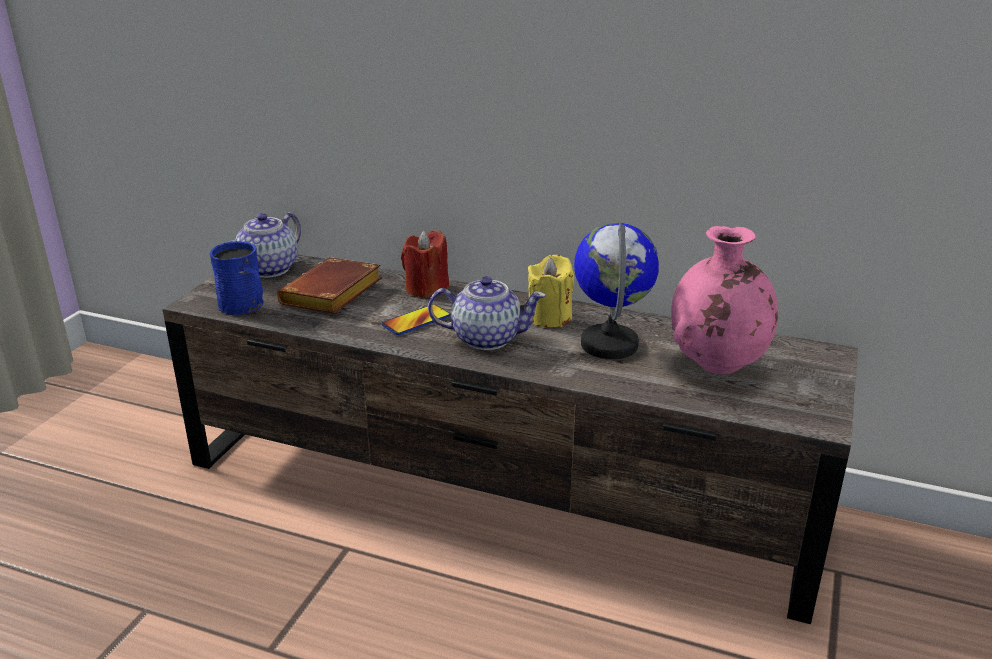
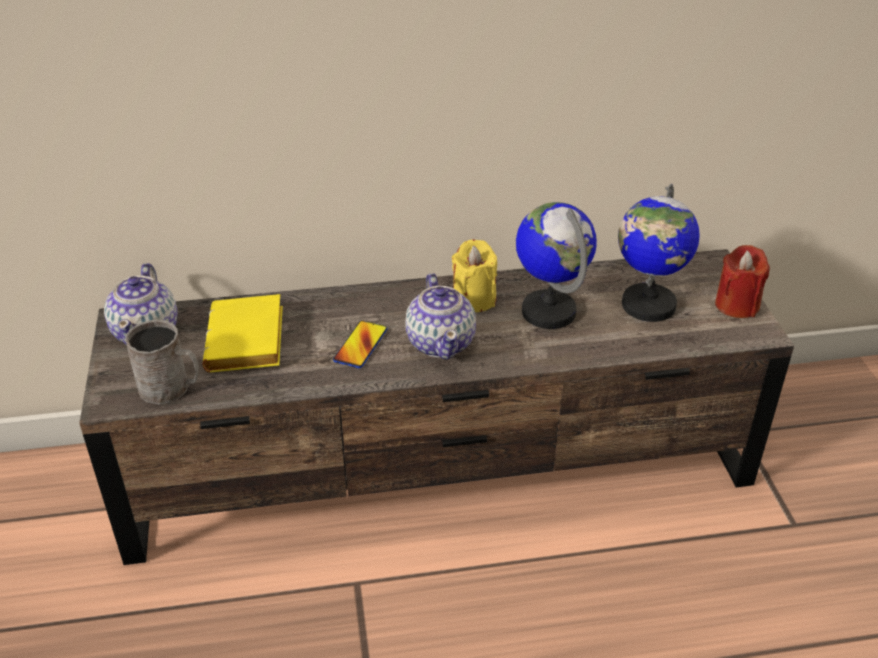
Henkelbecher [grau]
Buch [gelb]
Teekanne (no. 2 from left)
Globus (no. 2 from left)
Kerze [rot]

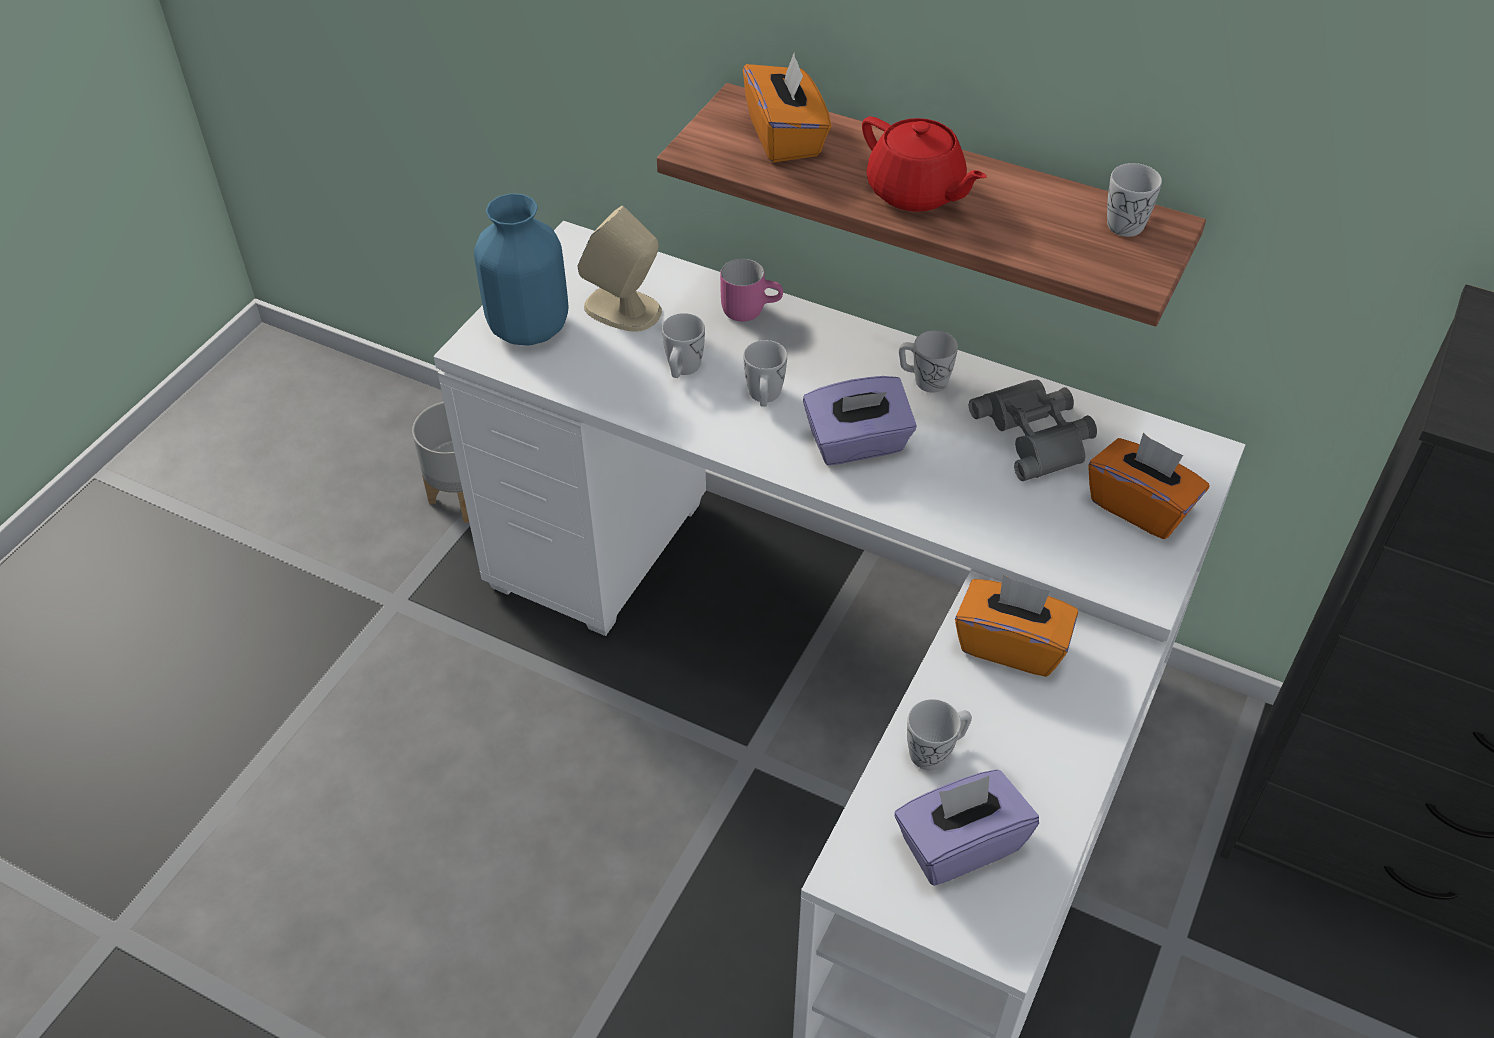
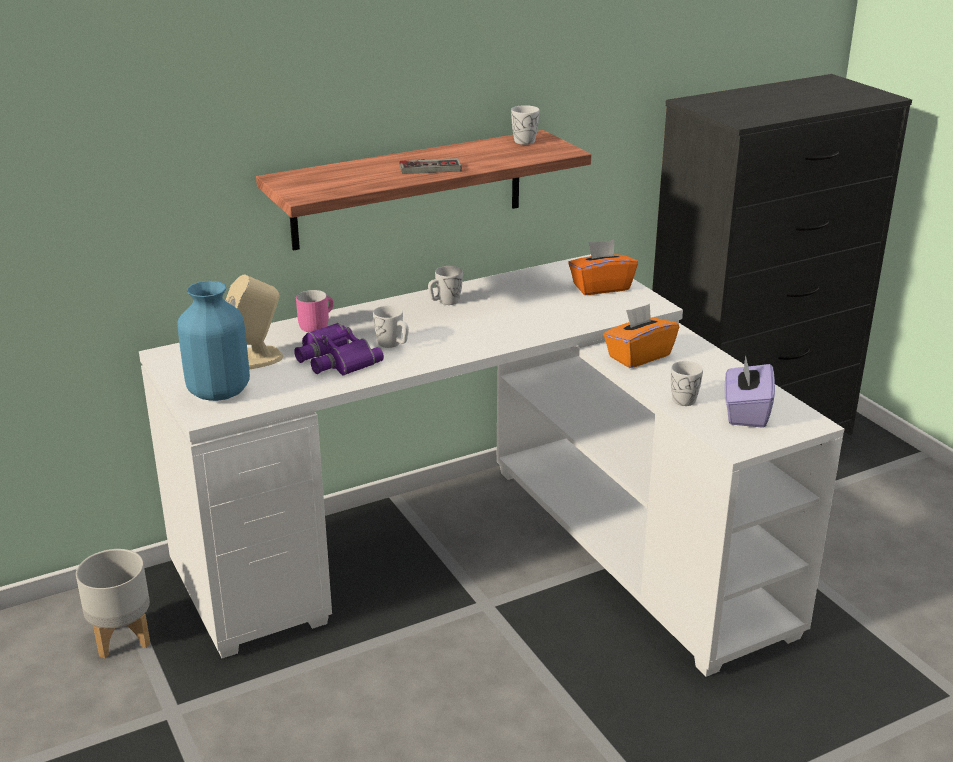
Fernglas [lila]
Gamepad
Taschentuchbox [orange] (no. 1 from left in the first image)
Taschentuchbox [lila] (no. 1 from left in the first image)
Fernglas [grau]

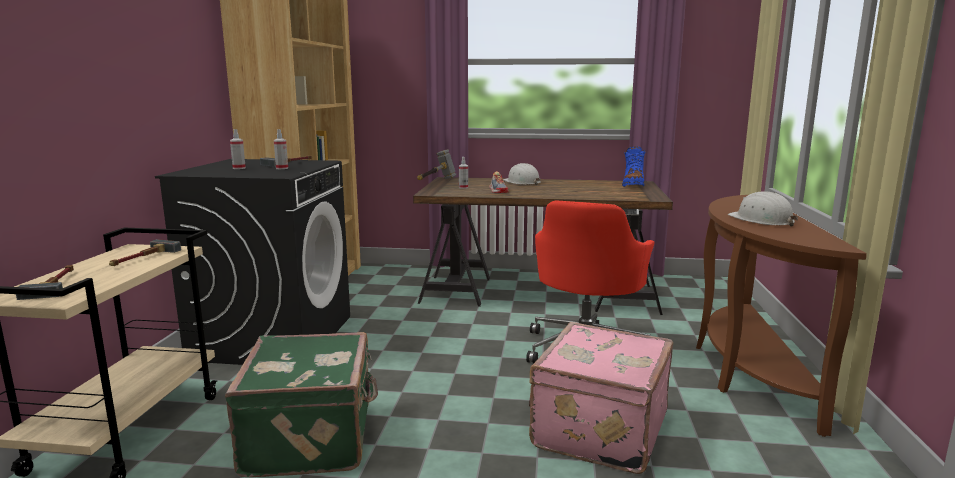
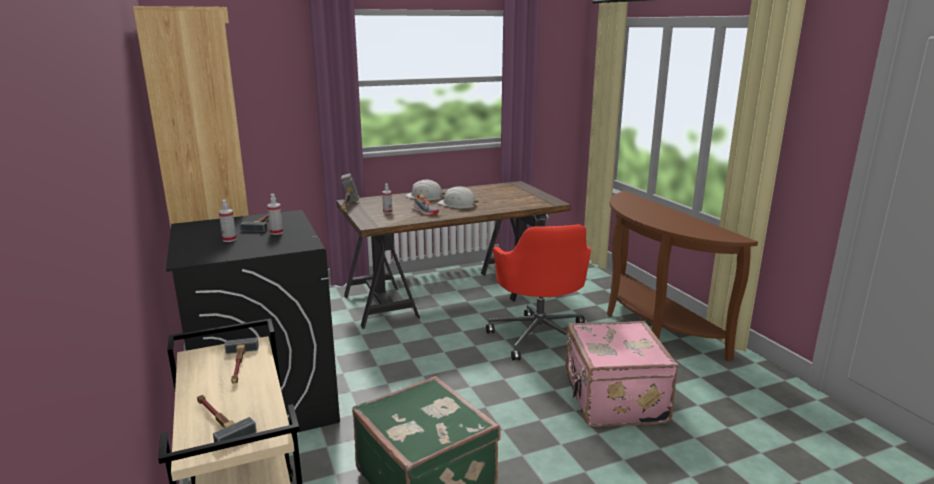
Schutzhelm [weiß] (no. 2 from left)
Stiefel [blau]

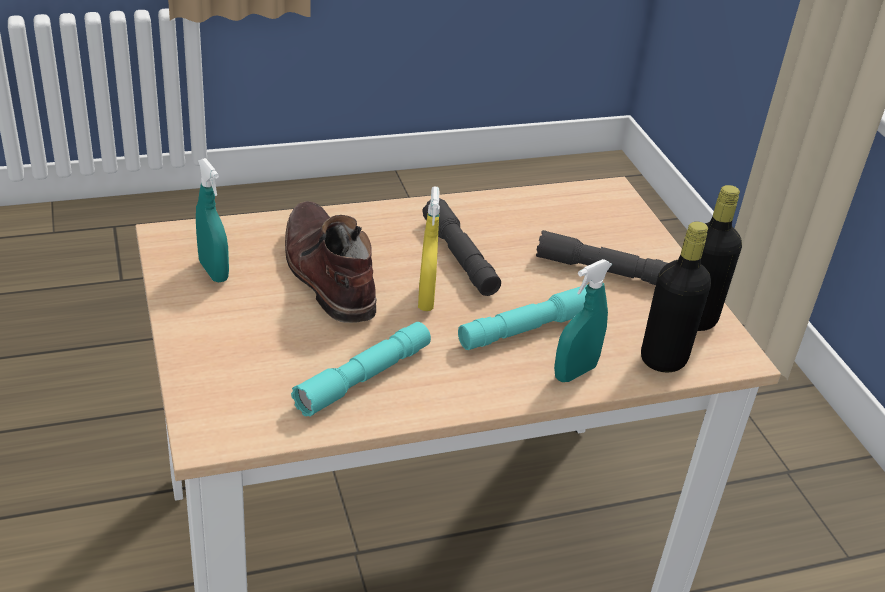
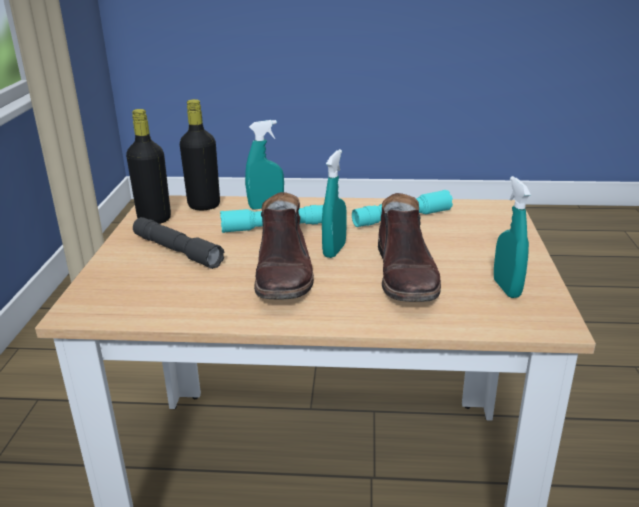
Stiefel [braun] (no. 1 from left)
Sprühflasche [türkis] (no. 2 from left)

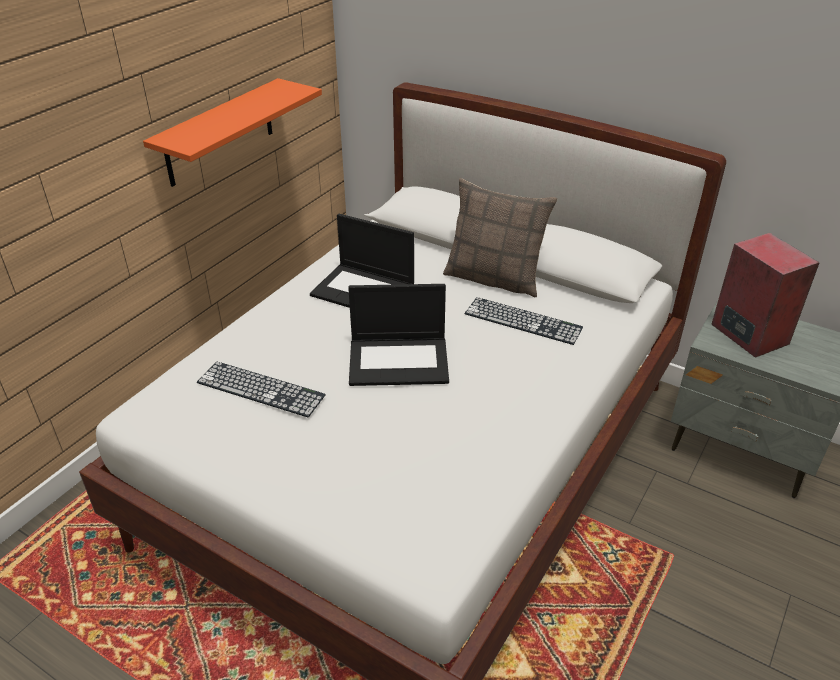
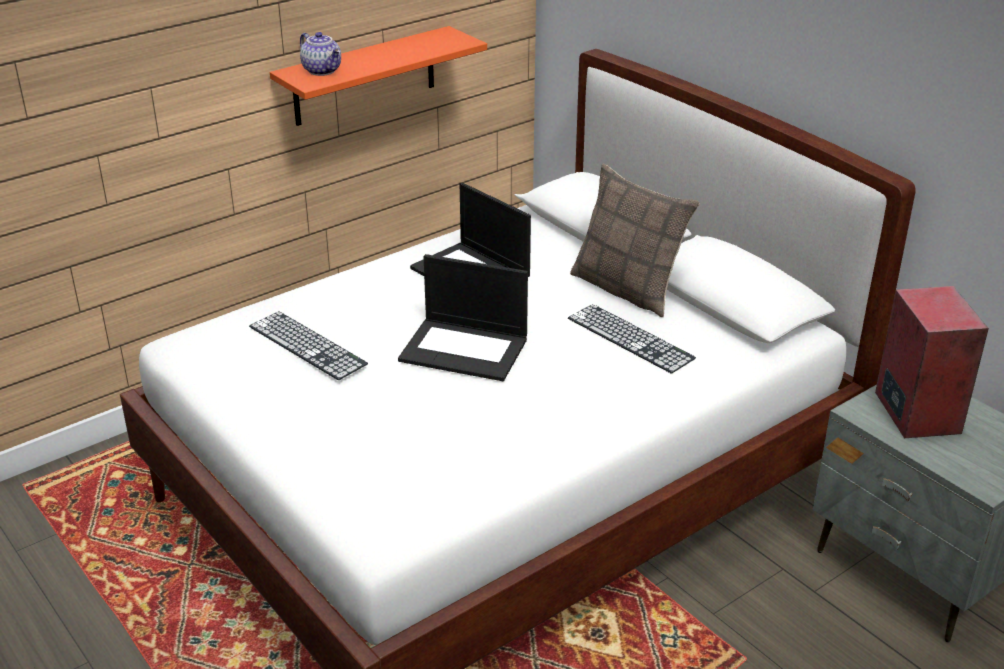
Teekanne

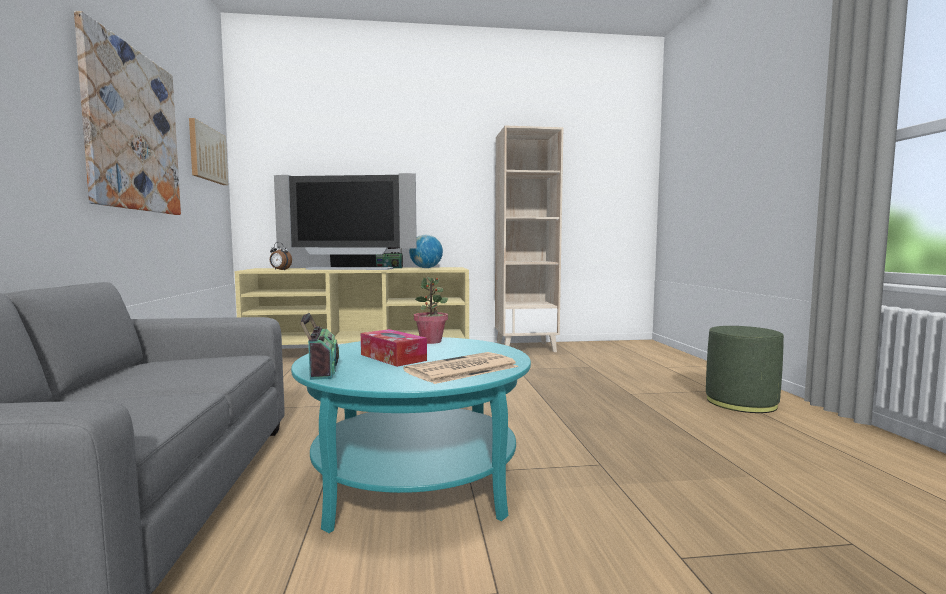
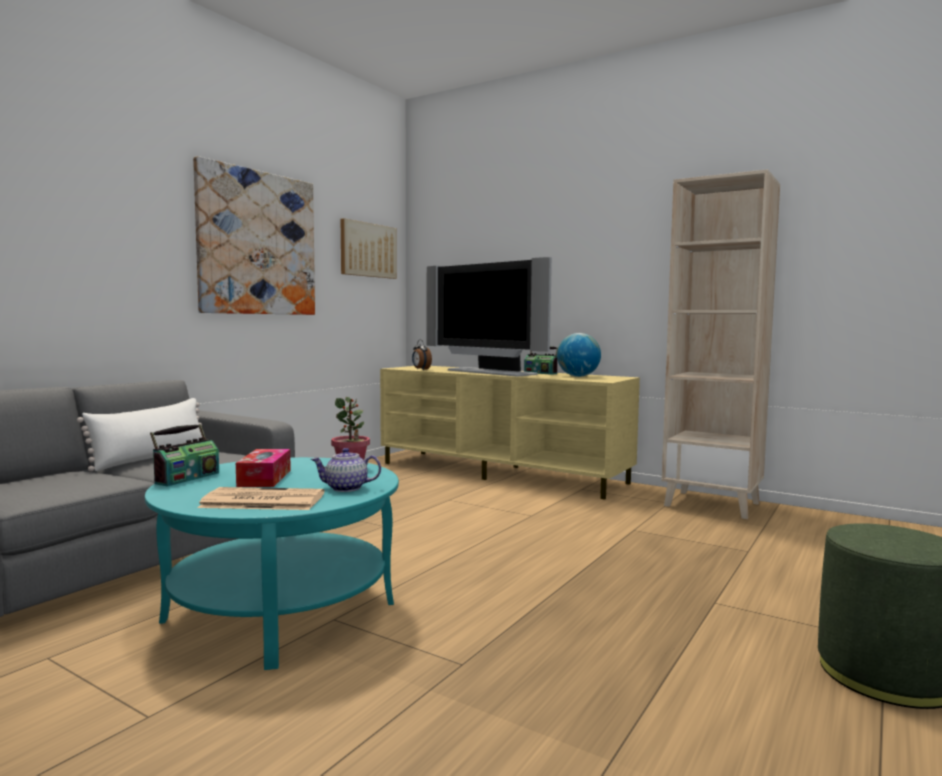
Kissen [weiß]
Teekanne

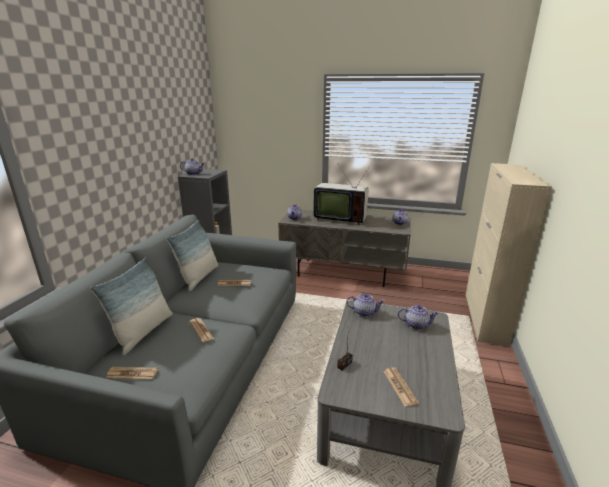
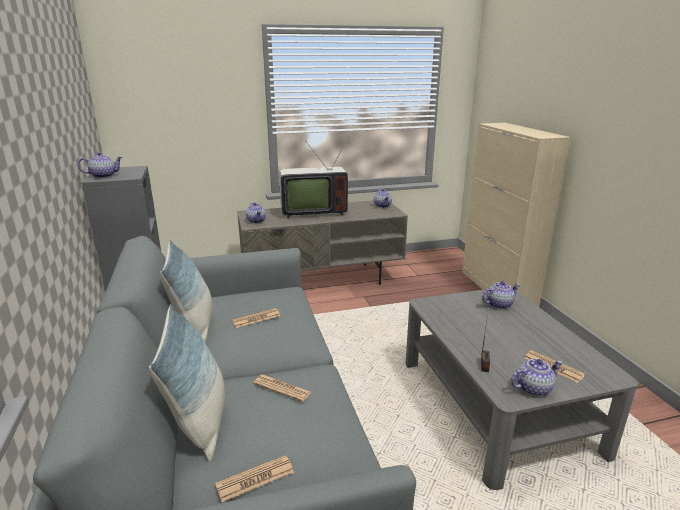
Teekanne (no. 5 from left)

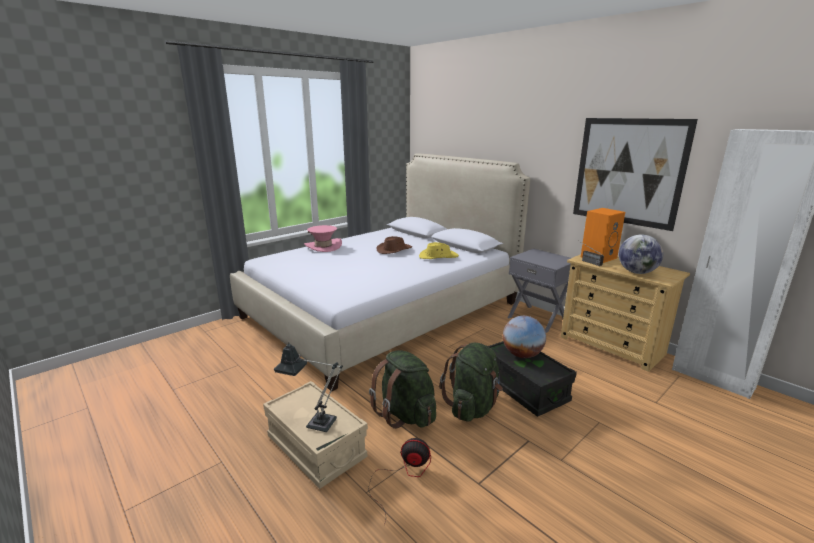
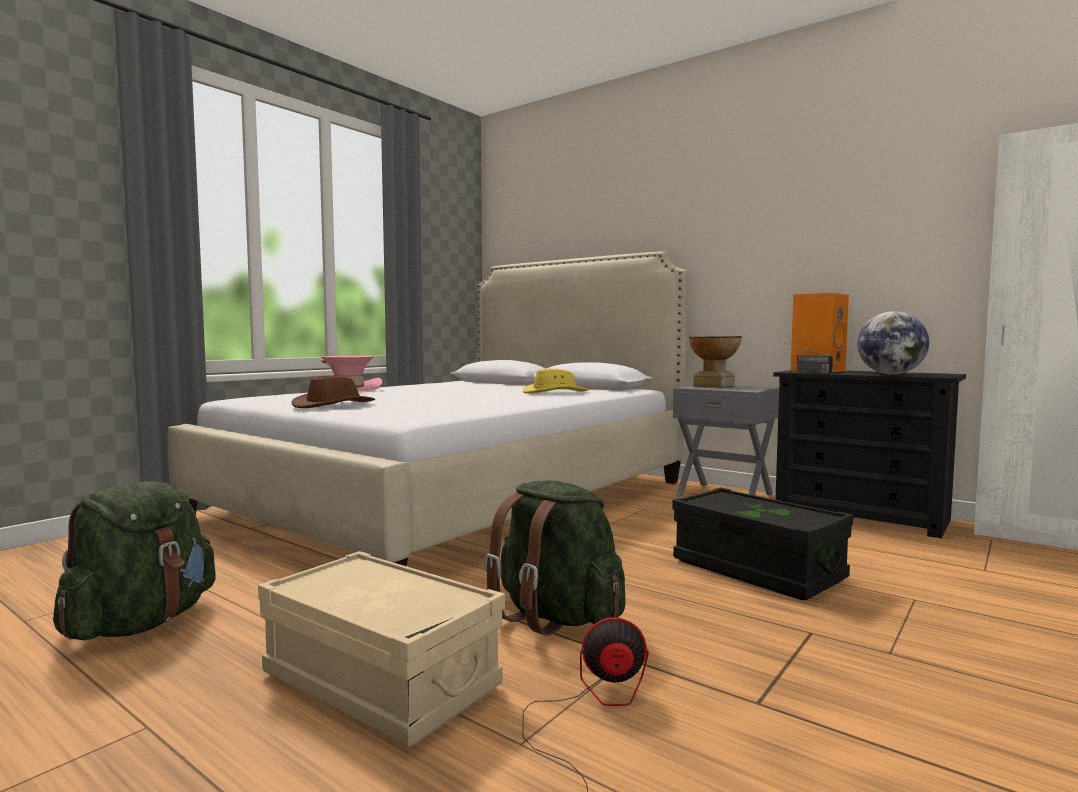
Rucksack [grün] (no. 1 from left)
Hut [braun]
Vase
Kommode [schwarz]
Tischlampe
Globus (no. 1 from left in the first image)
Bild

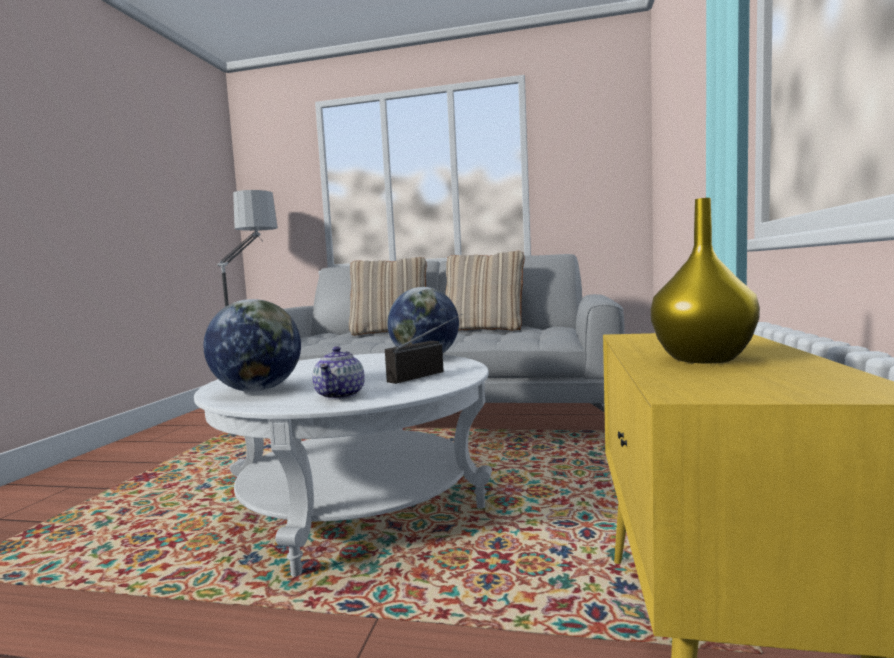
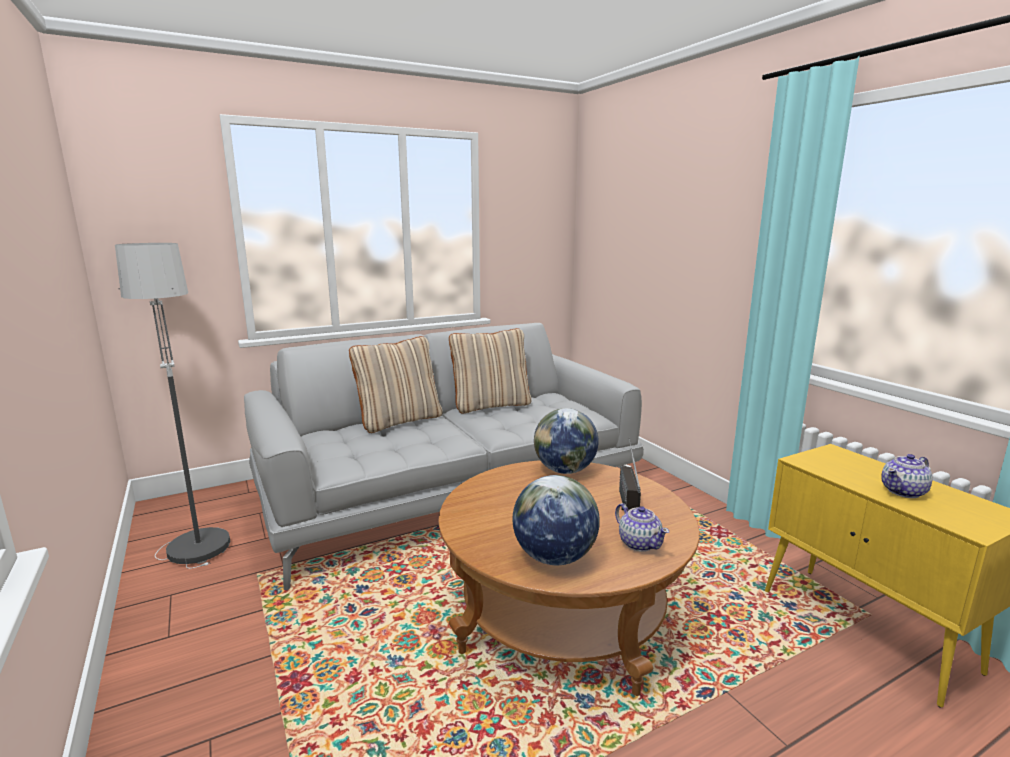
Couchtisch [braun]
Teekanne (no. 2 from left)

